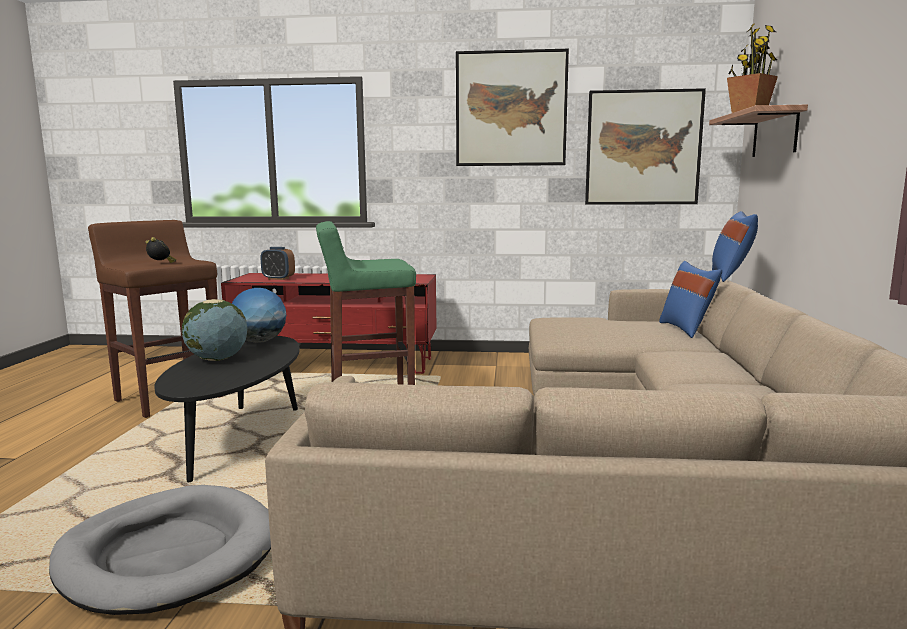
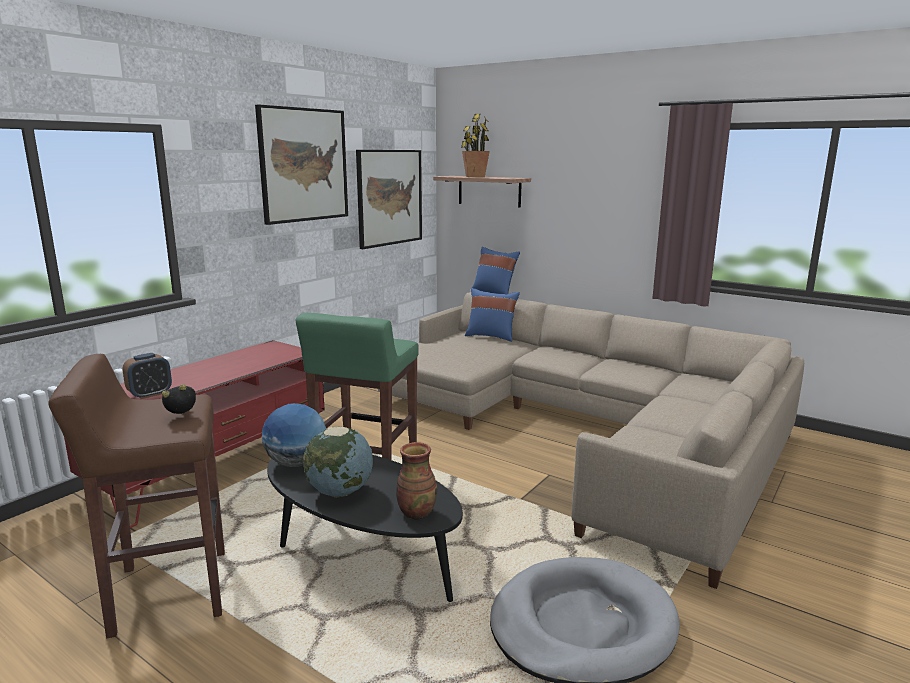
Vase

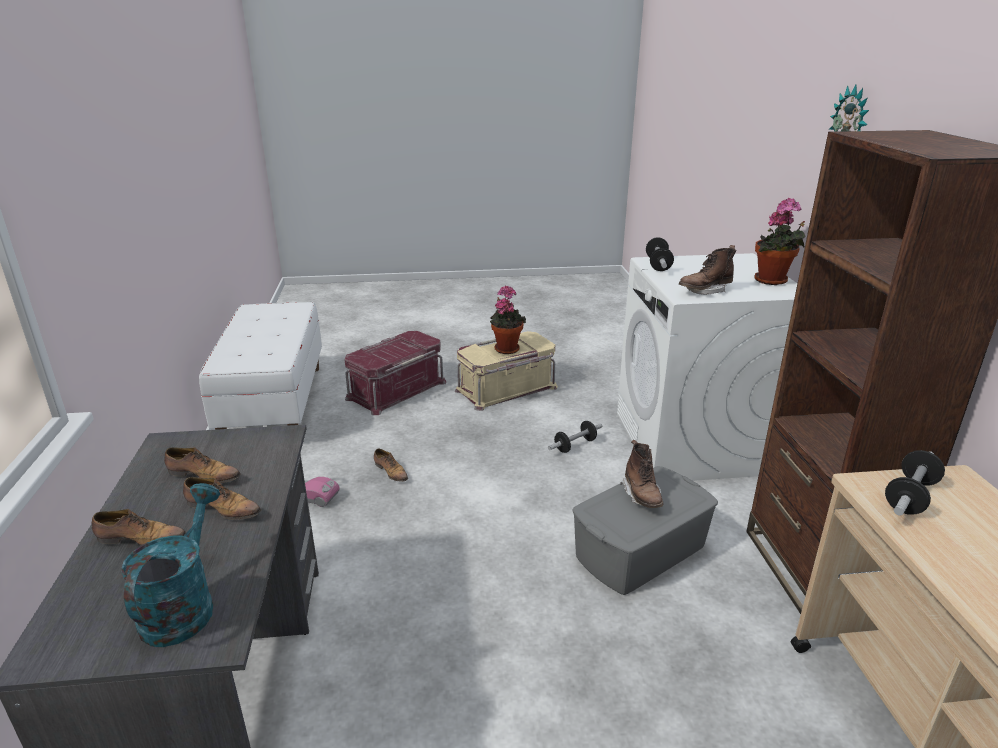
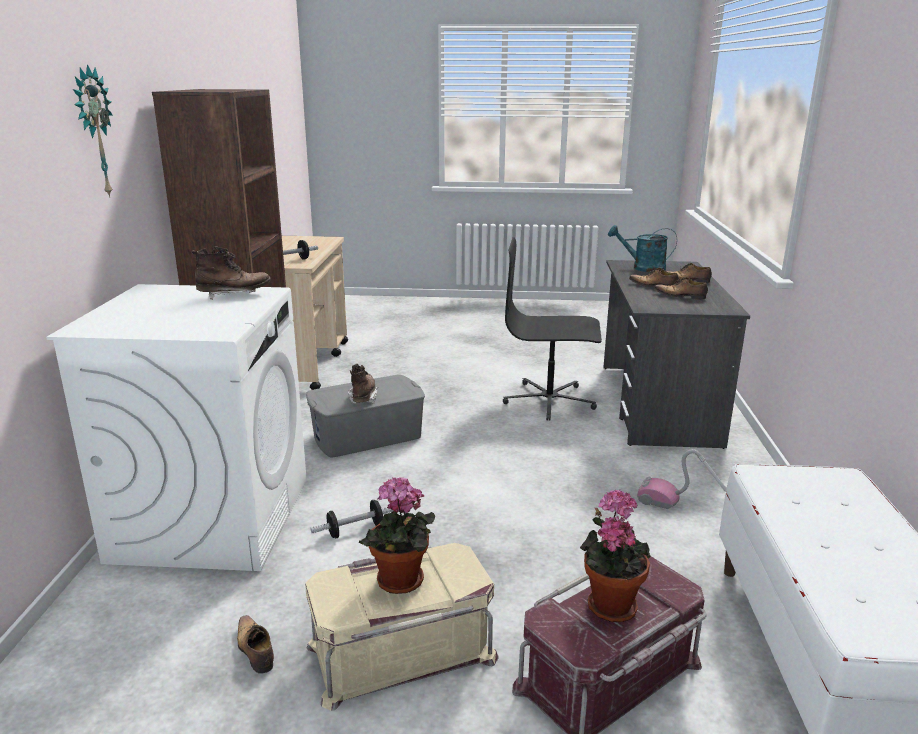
Schuh (no. 1 from left)
Bürostuhl [schwarz]
Topfpflanze (no. 2 from left)
Gießkanne [türkis]
Hantel (no. 2 from left in the first image)

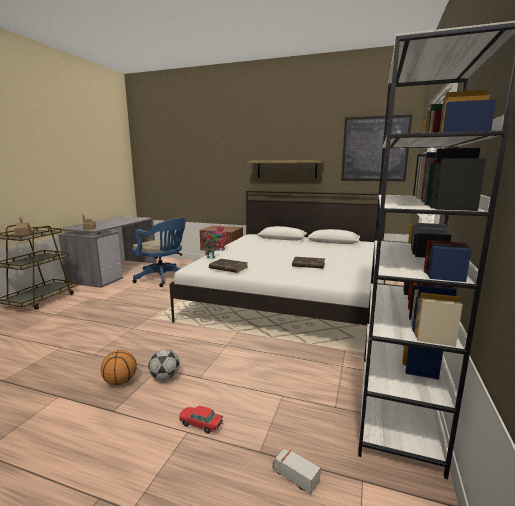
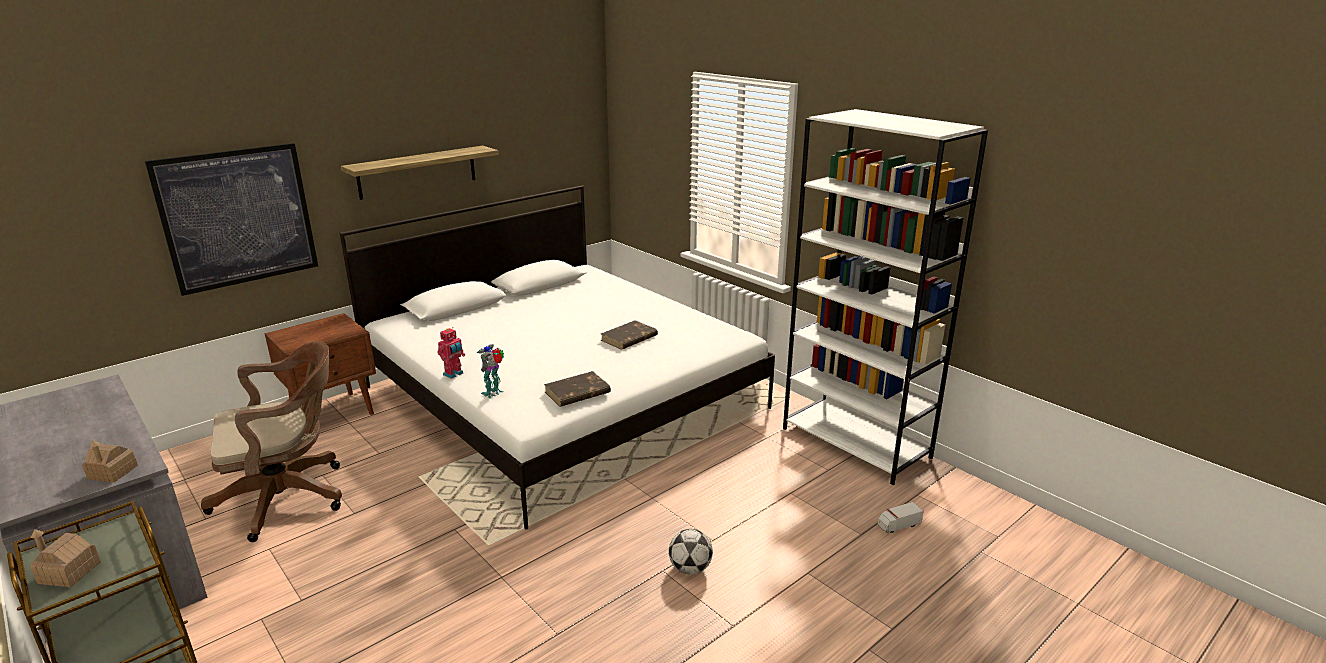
Bild
Bürostuhl [braun]
Basketball
Spielzeugauto

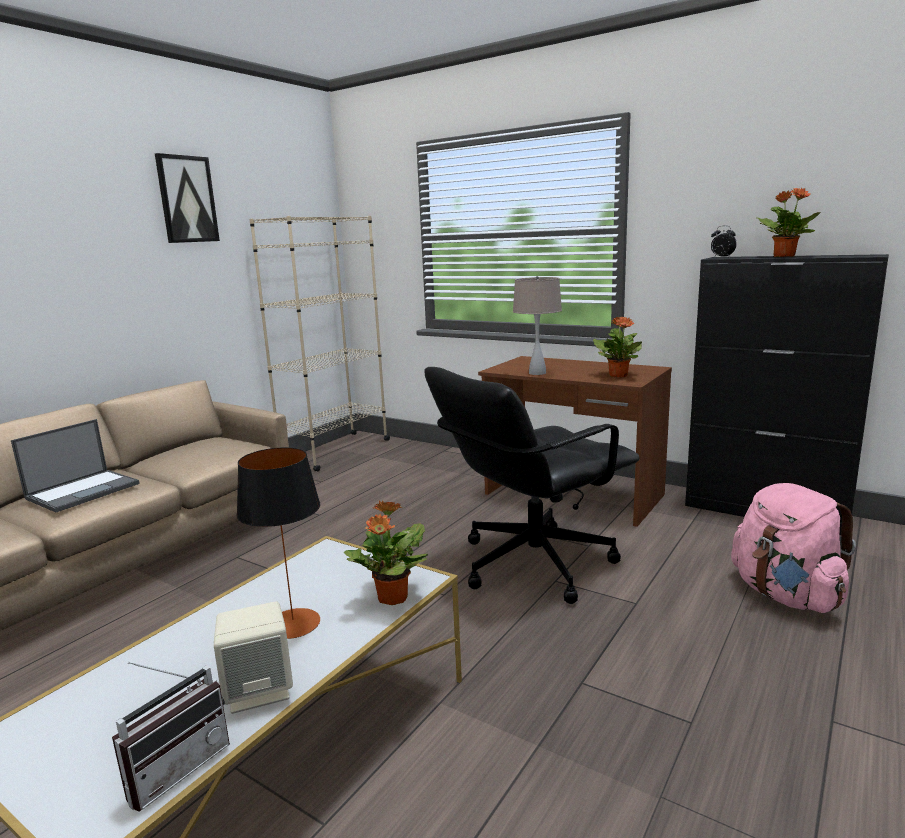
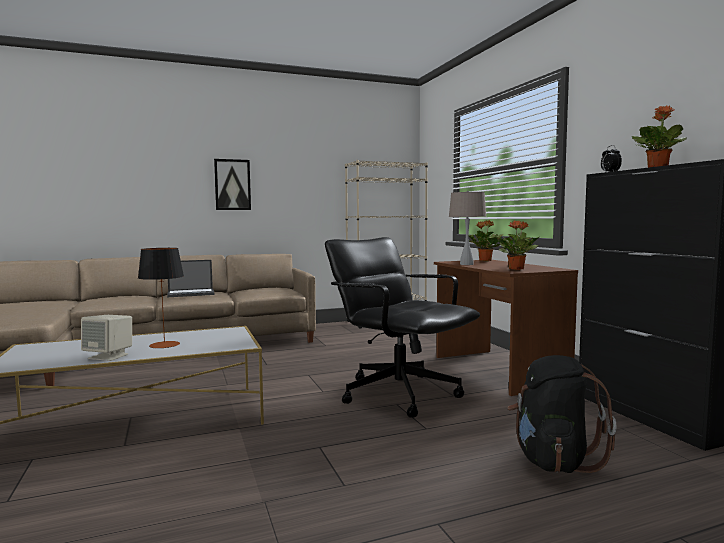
Bild
Bürostuhl [schwarz]
Topfpflanze (no. 1 from left)
Rucksack [schwarz]
Radio

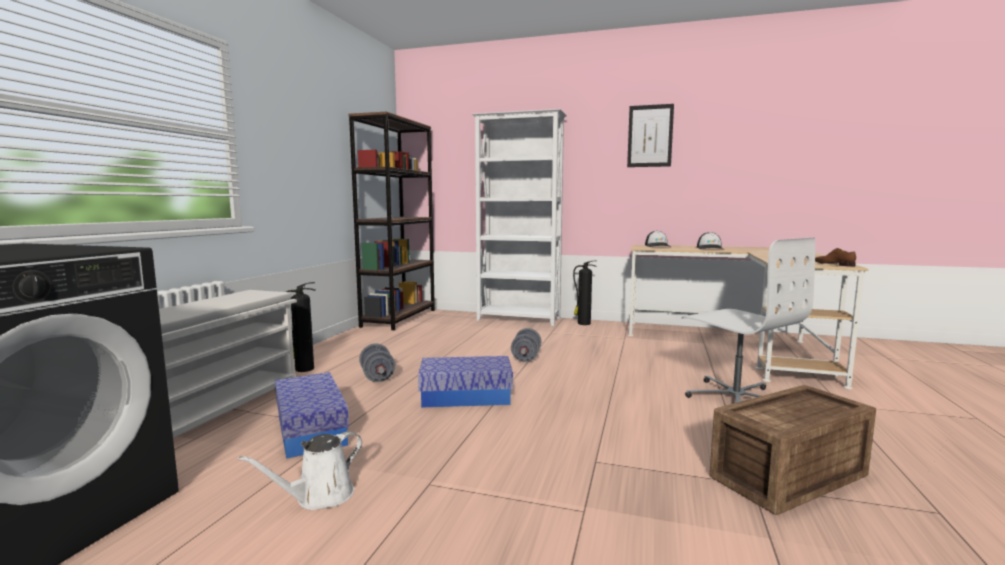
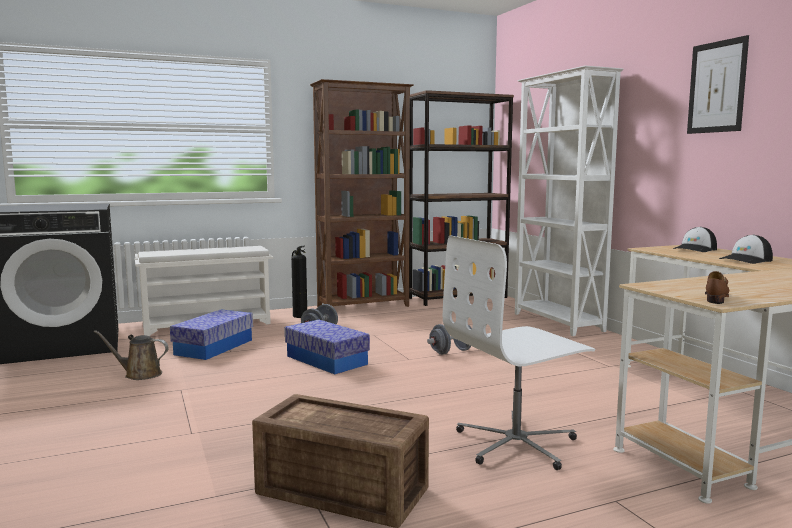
Gießkanne [braun]
Bücherregal [braun] (no. 1 from left)
Bürostuhl [weiß]
Feuerlöscher (no. 2 from left in the first image)

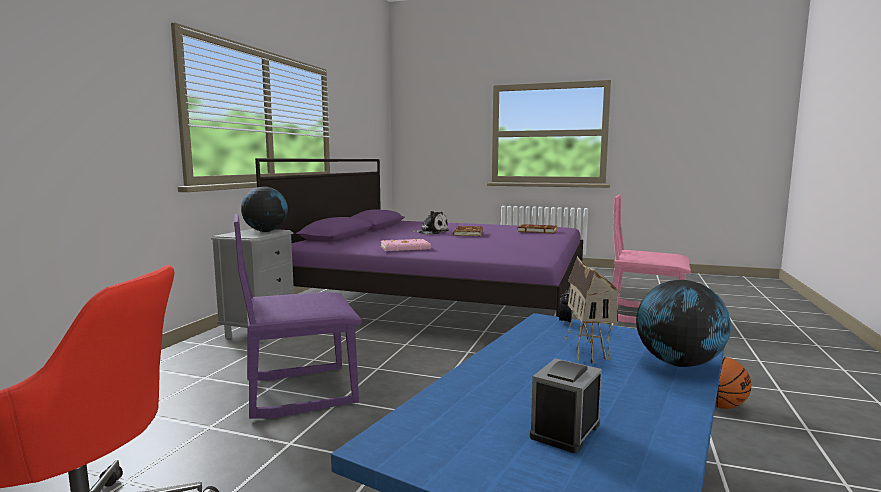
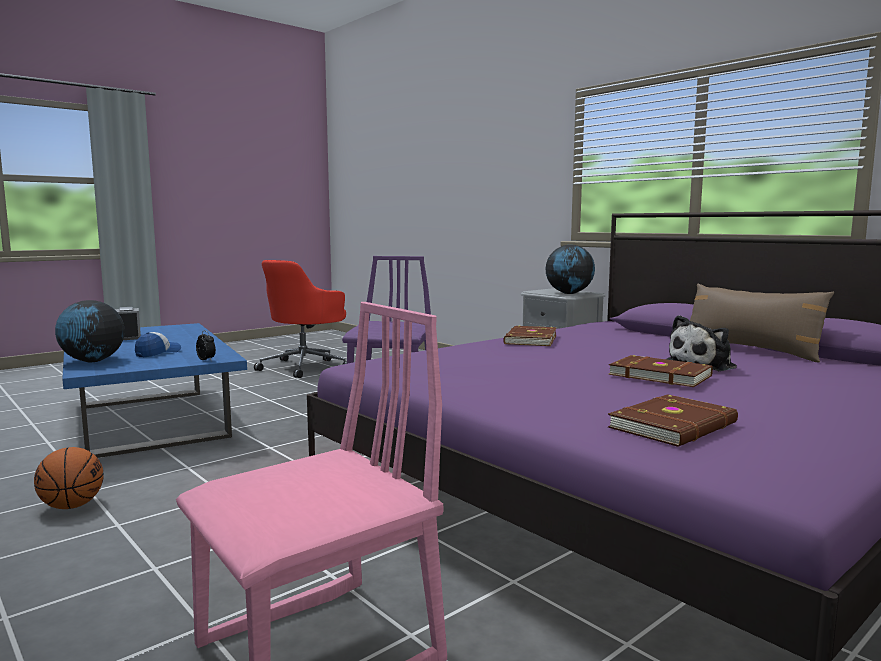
Kappe
Buch [braun] (no. 1 from left)
Kissen [braun]

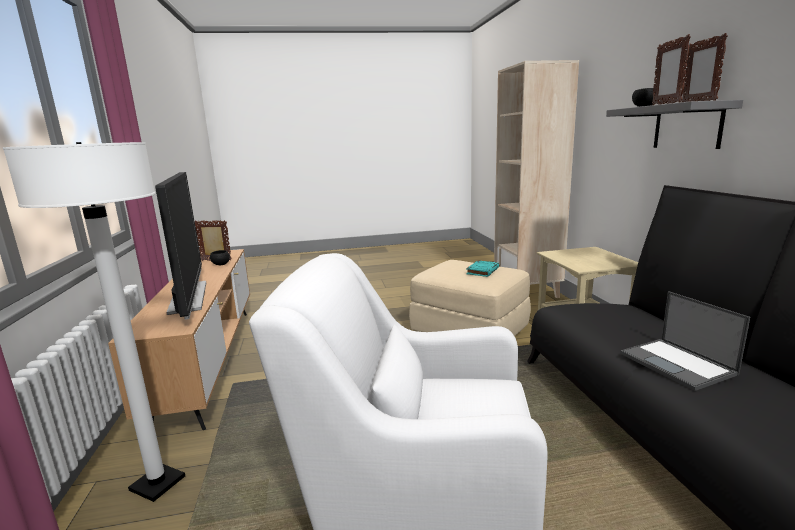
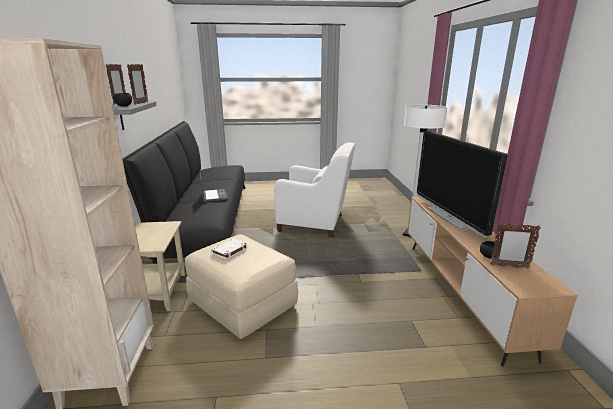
Buch [weiß]

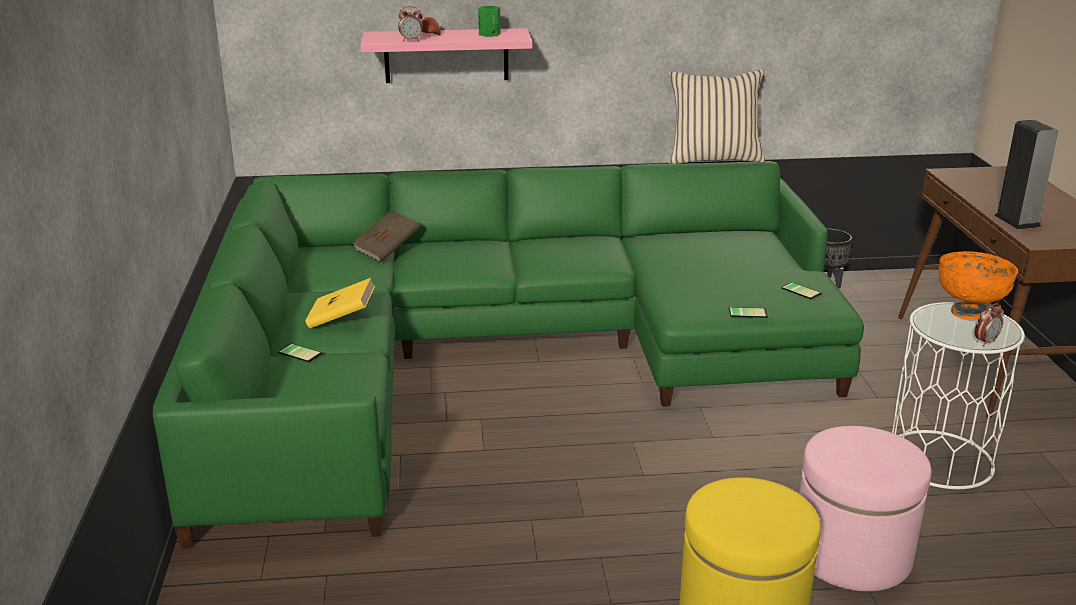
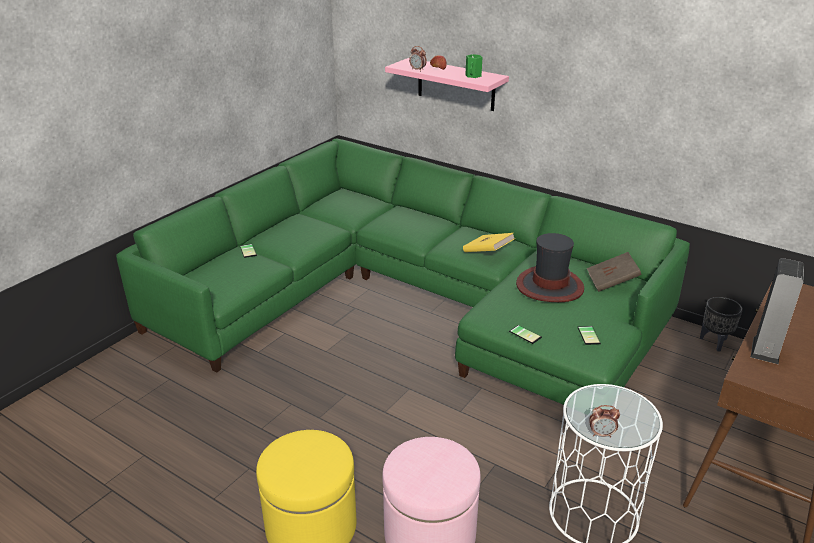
Buch [gelb]
Hut
Buch [braun]
Kissen [beige]
Schüssel [orange]

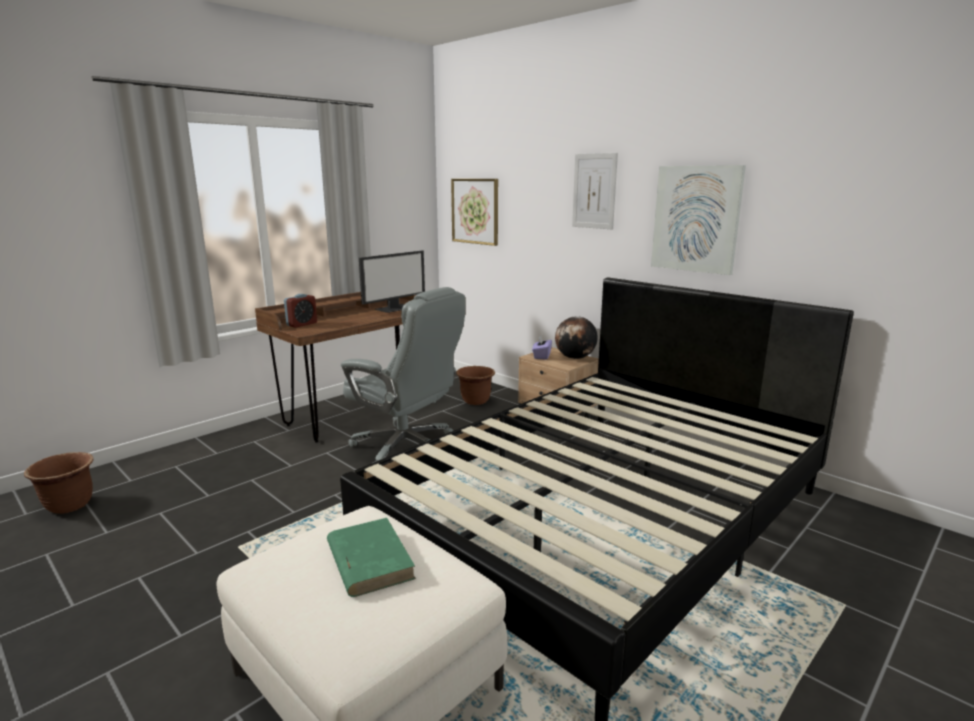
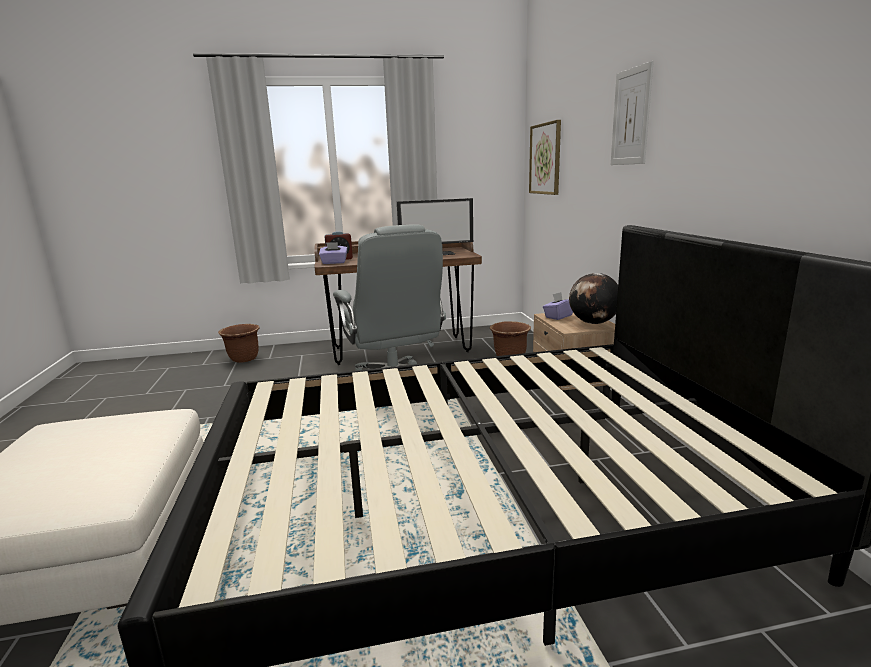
Pflanzkübel [braun] (no. 1 from left)
Taschentuchbox [lila] (no. 1 from left)
Buch [grün]
Bild (no. 3 from left in the first image)

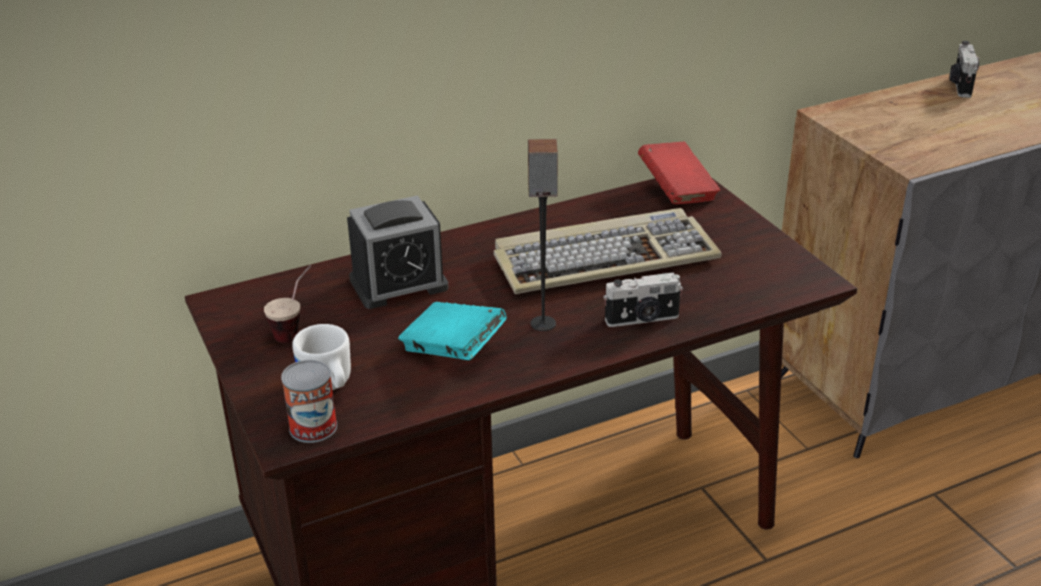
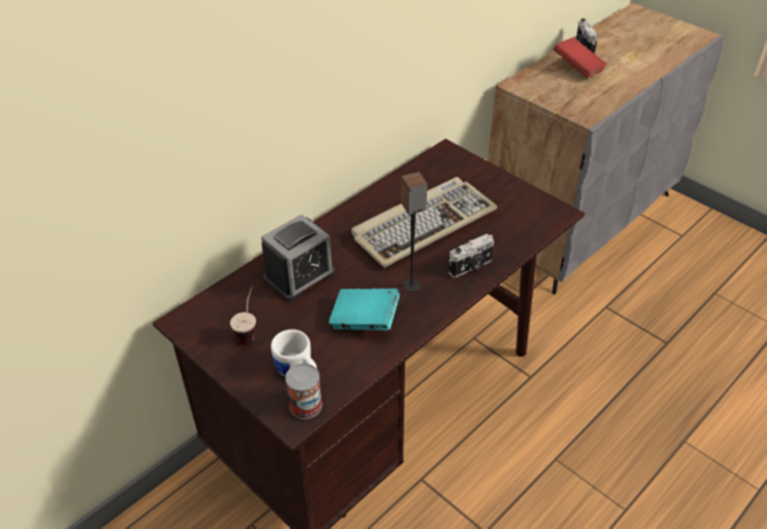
Buch [rot]

